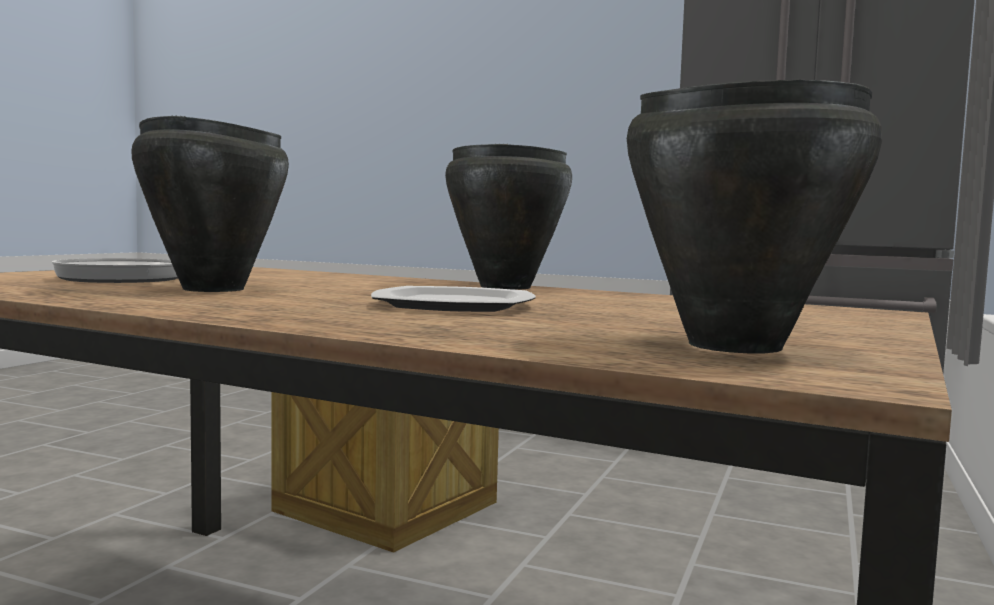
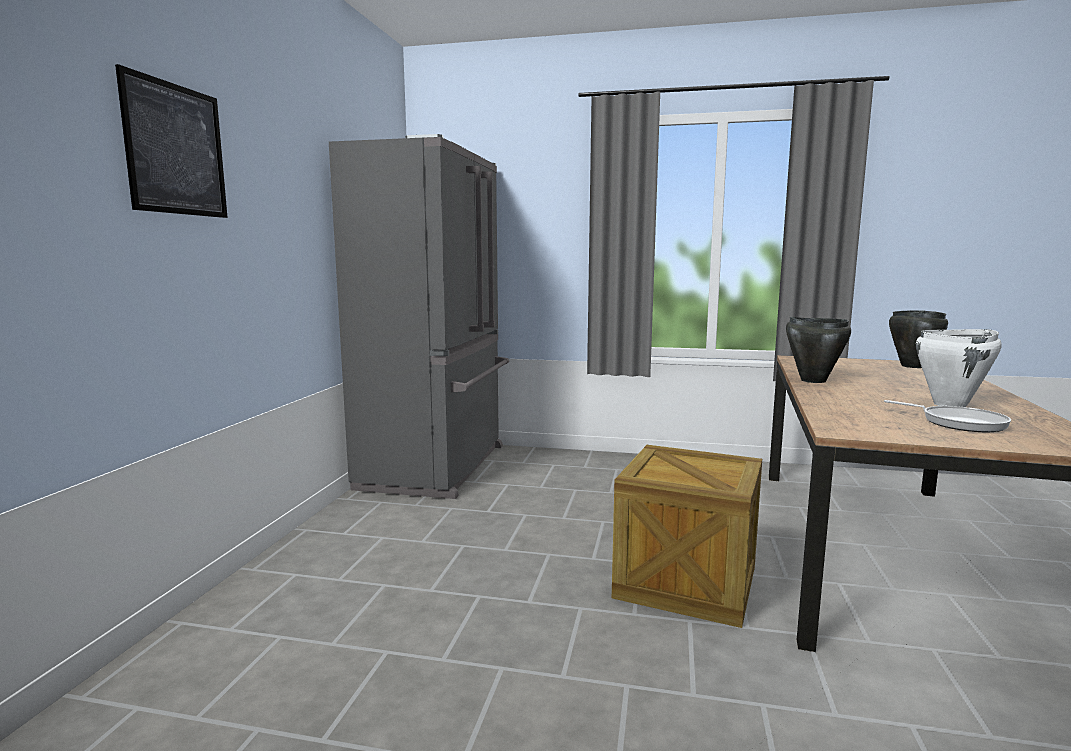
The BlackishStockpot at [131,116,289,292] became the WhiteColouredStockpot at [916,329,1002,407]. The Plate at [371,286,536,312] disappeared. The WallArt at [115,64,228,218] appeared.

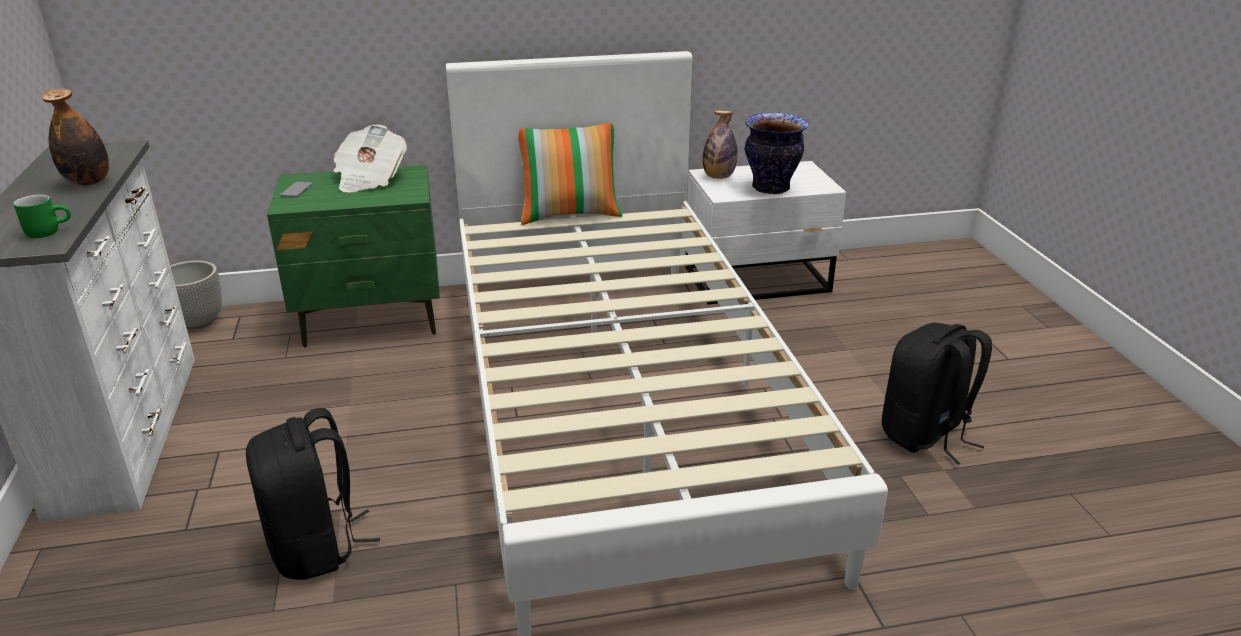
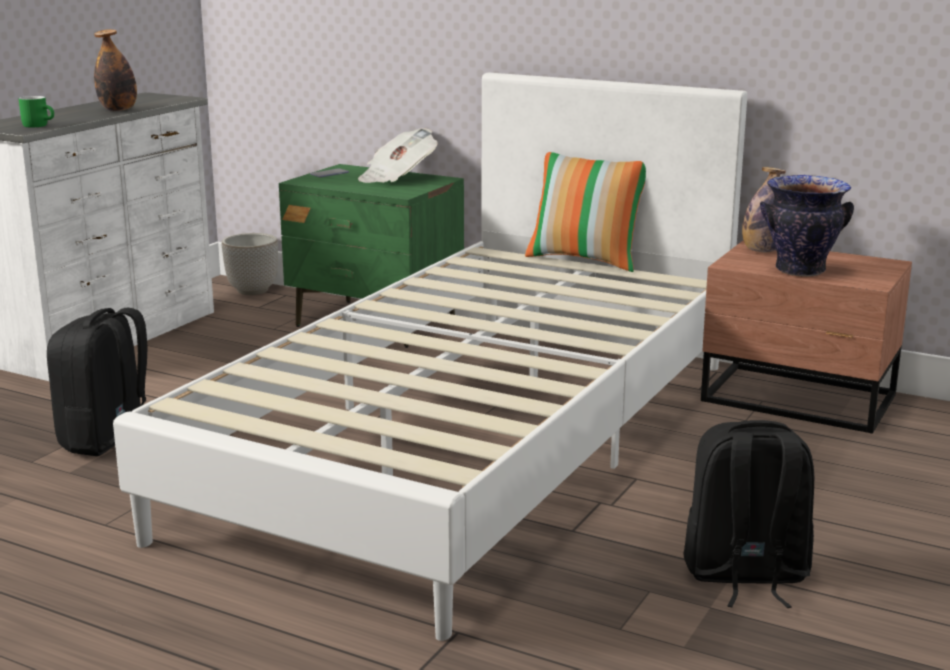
The WhiteColouredNightTable at [685,161,846,305] became the BrownNightTable at [701,240,912,434].

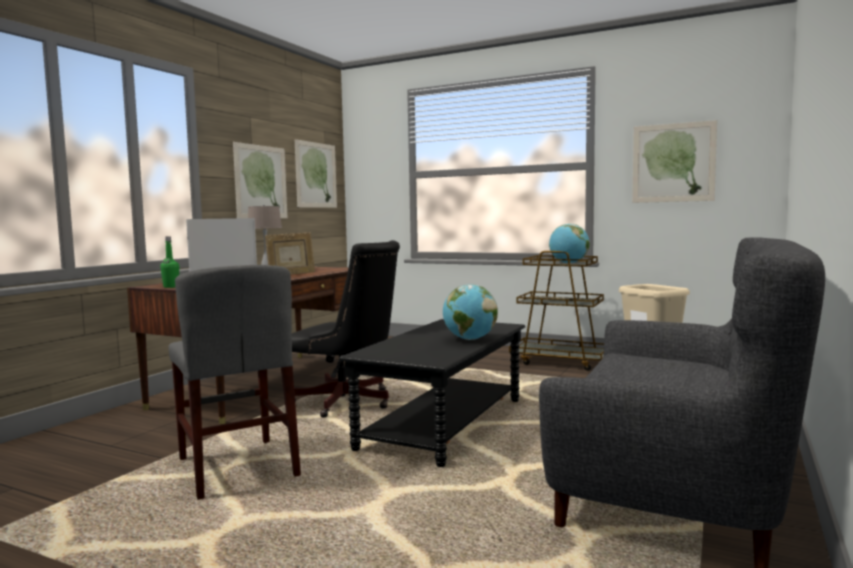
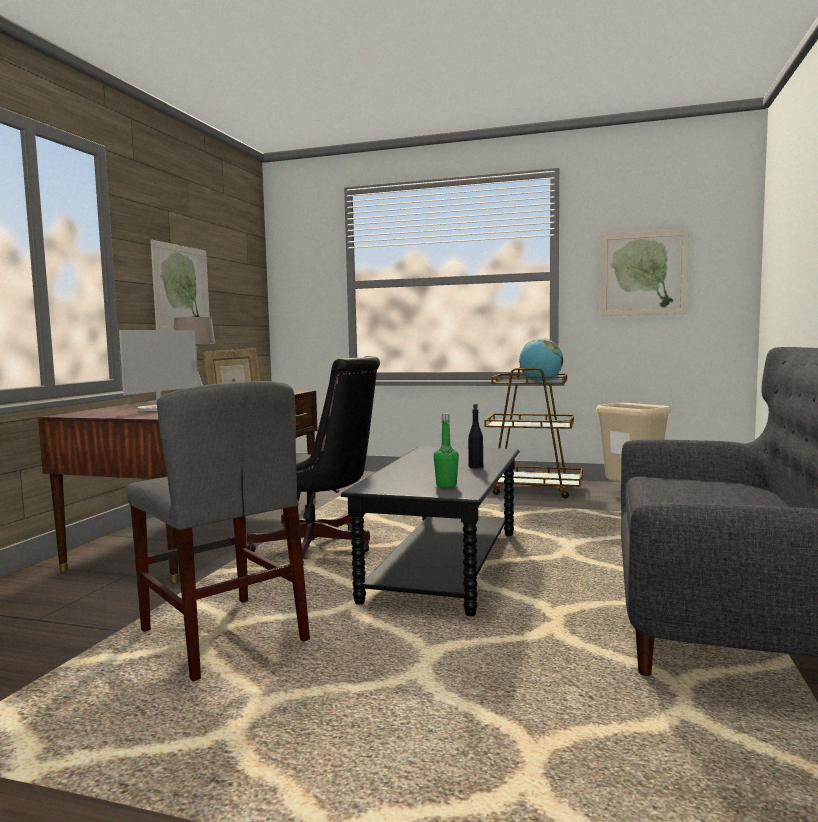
The WallArt at [295,139,337,208] disappeared. The GreenColouredDrinkBottle moved from [160,237,179,288] to [434,413,459,487]. The DeskGlobe at [443,284,498,340] was replaced by the BlackishDrinkBottle at [468,404,483,468].

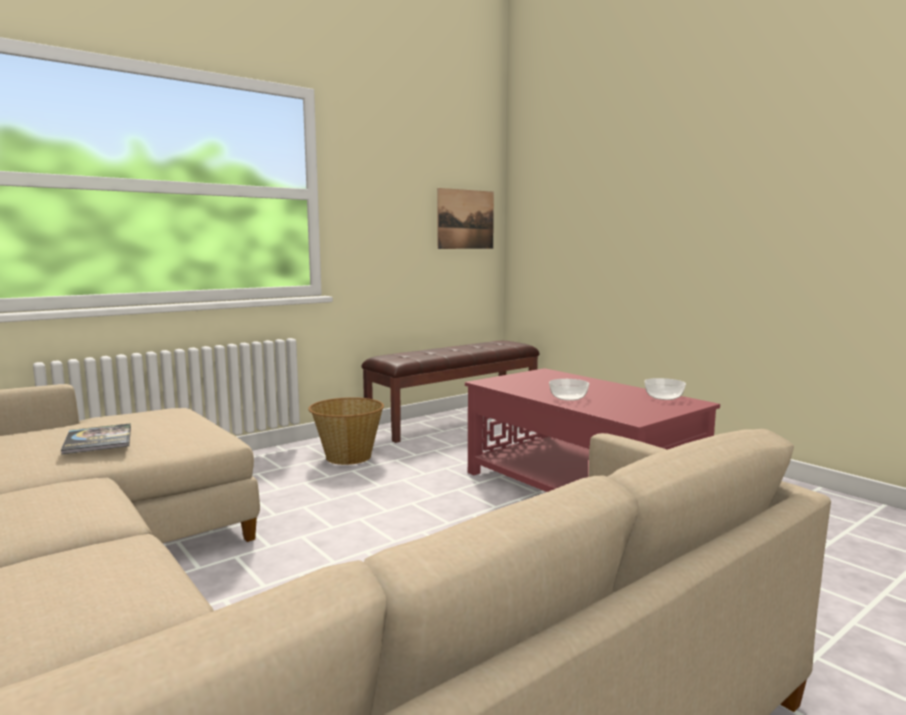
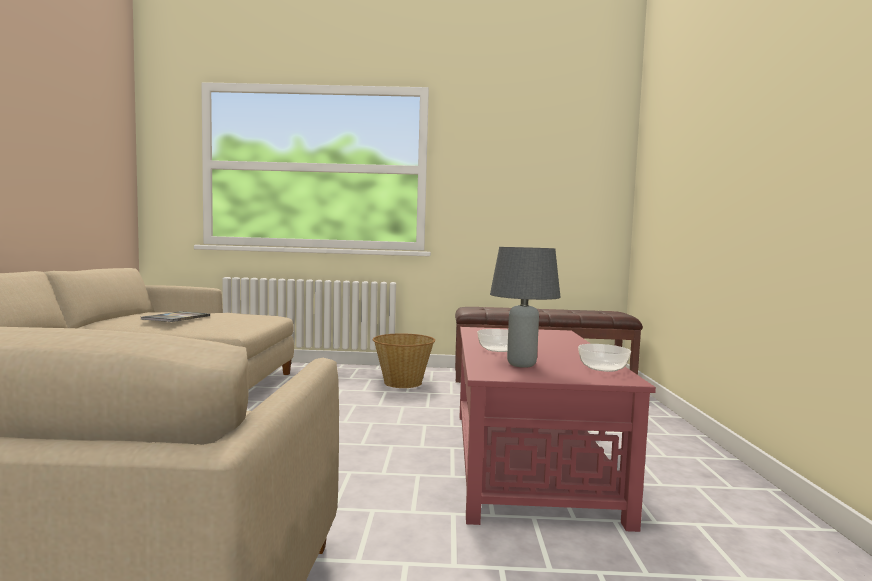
The WallArt at [437,188,494,249] disappeared. The GrayLampForATable at [490,247,561,368] appeared.

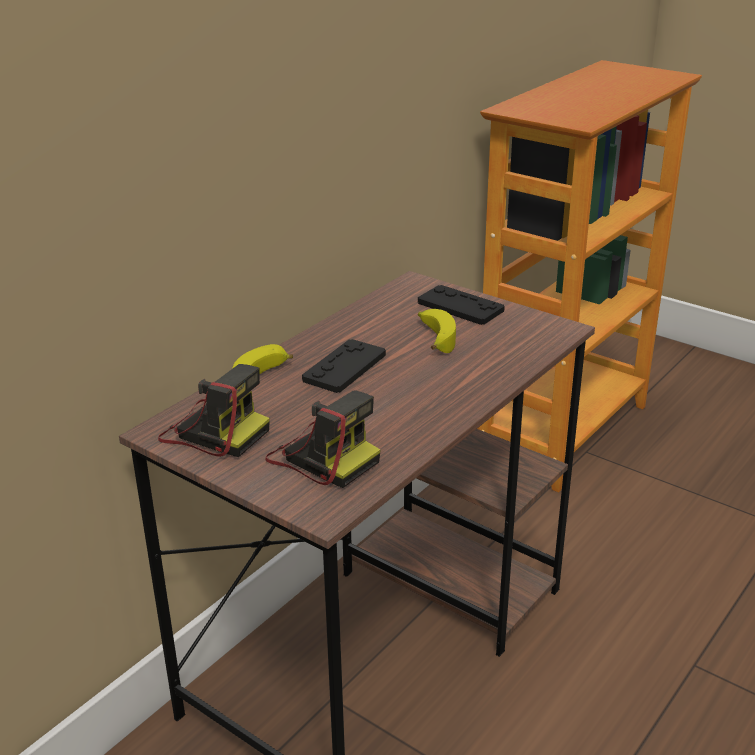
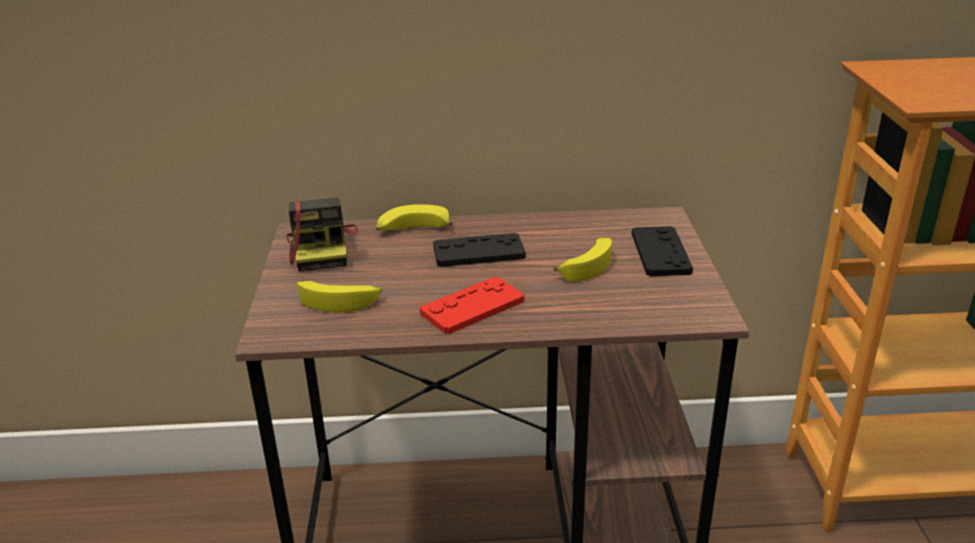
The PhotoCamera at [265,390,380,488] was replaced by the BananaFruit at [297,280,382,313]. The RedGamepad at [420,277,524,334] appeared.

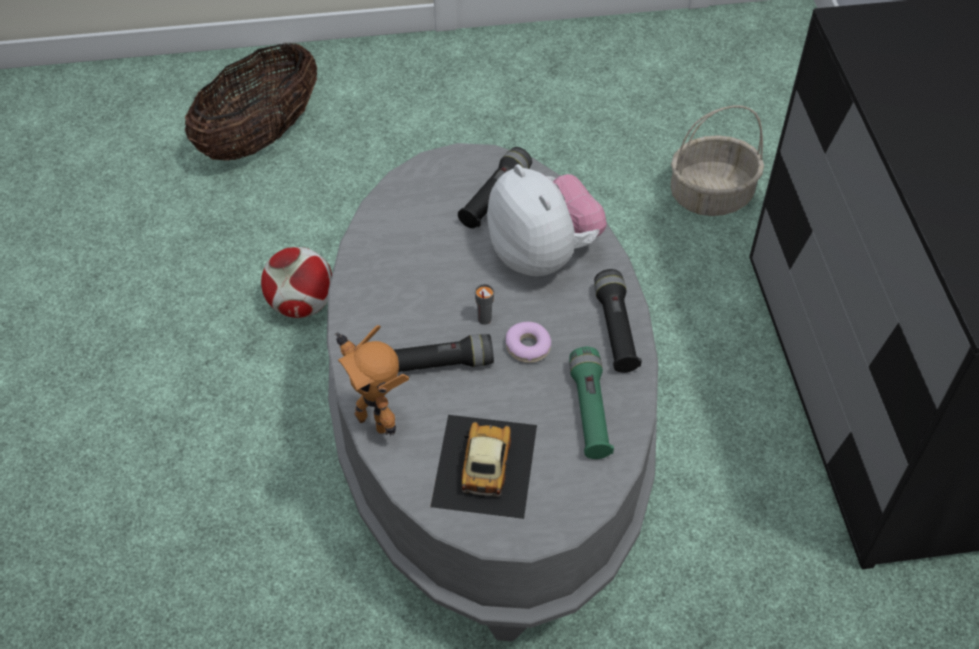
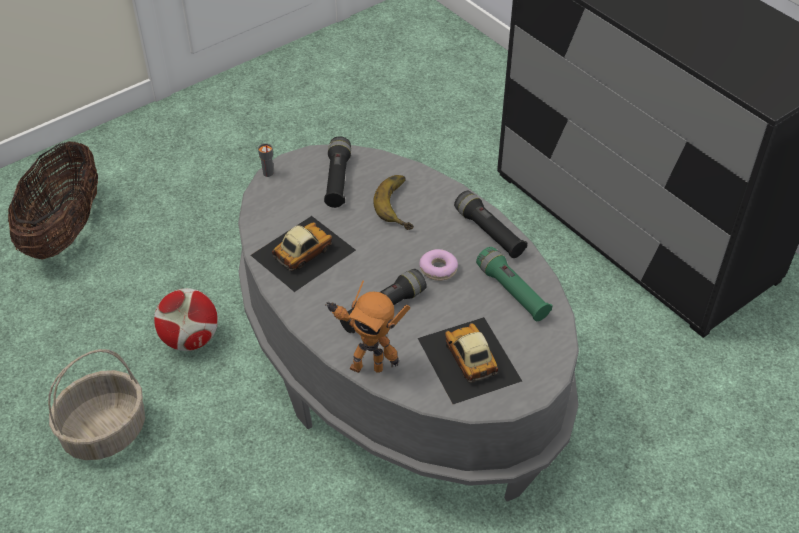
The StorageBasket moved from [671,105,764,216] to [48,349,145,460]. The SoftToy at [487,164,607,276] was replaced by the BananaFruit at [373,175,414,230]. The GrayDrinkingCup moved from [475,284,494,325] to [258,144,273,177]. The ToyCar at [251,216,356,292] appeared.

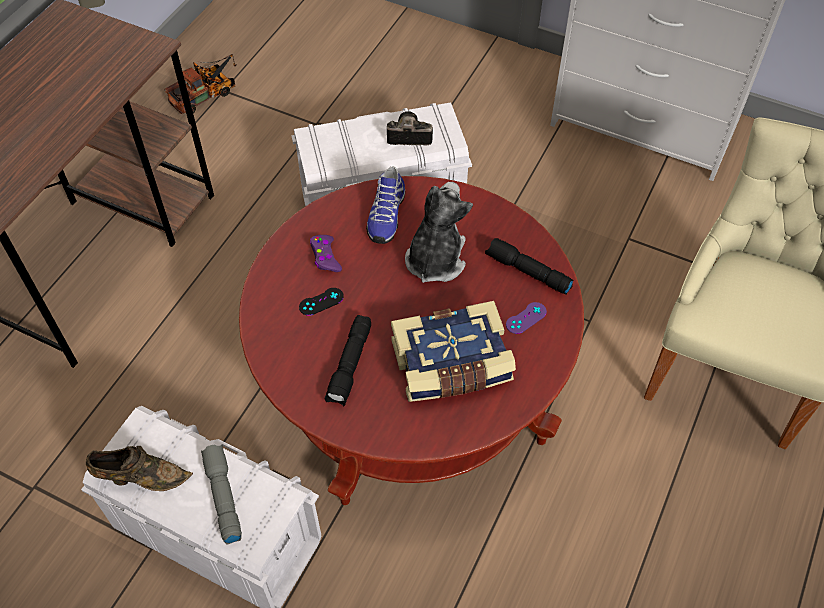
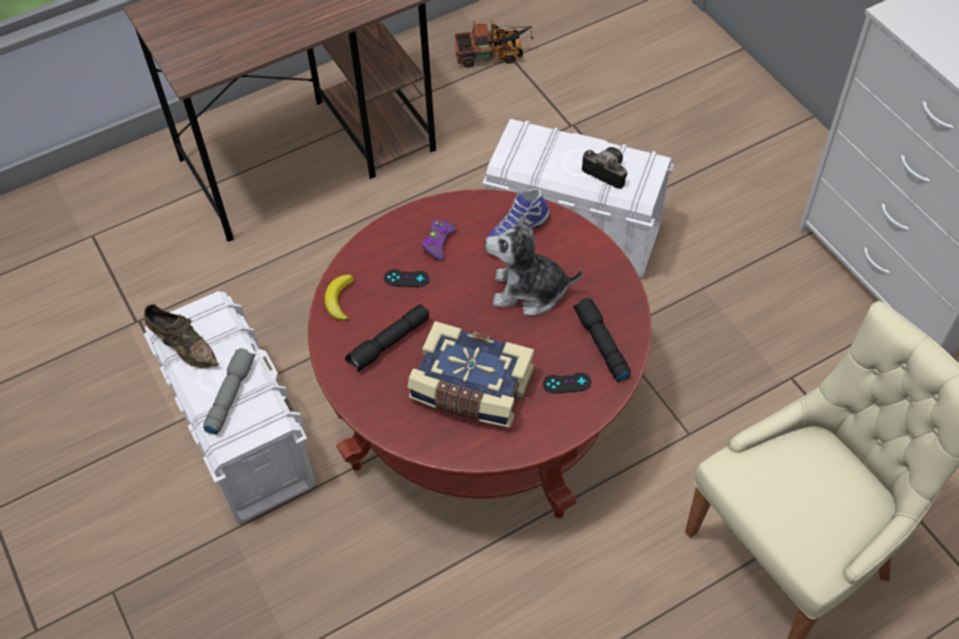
The SoftToy at [405,182,473,283] turned 135 degrees counterclockwise. The PurpleColouredGamepad at [506,302,547,334] became the BlackishGamepad at [543,372,591,394]. The BananaFruit at [324,274,354,321] appeared.

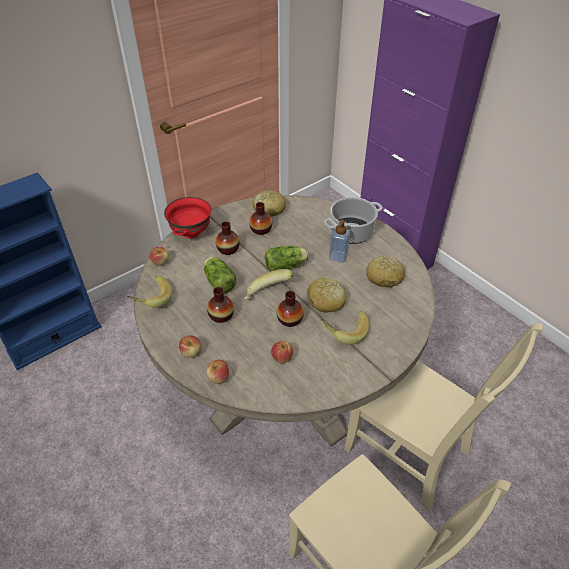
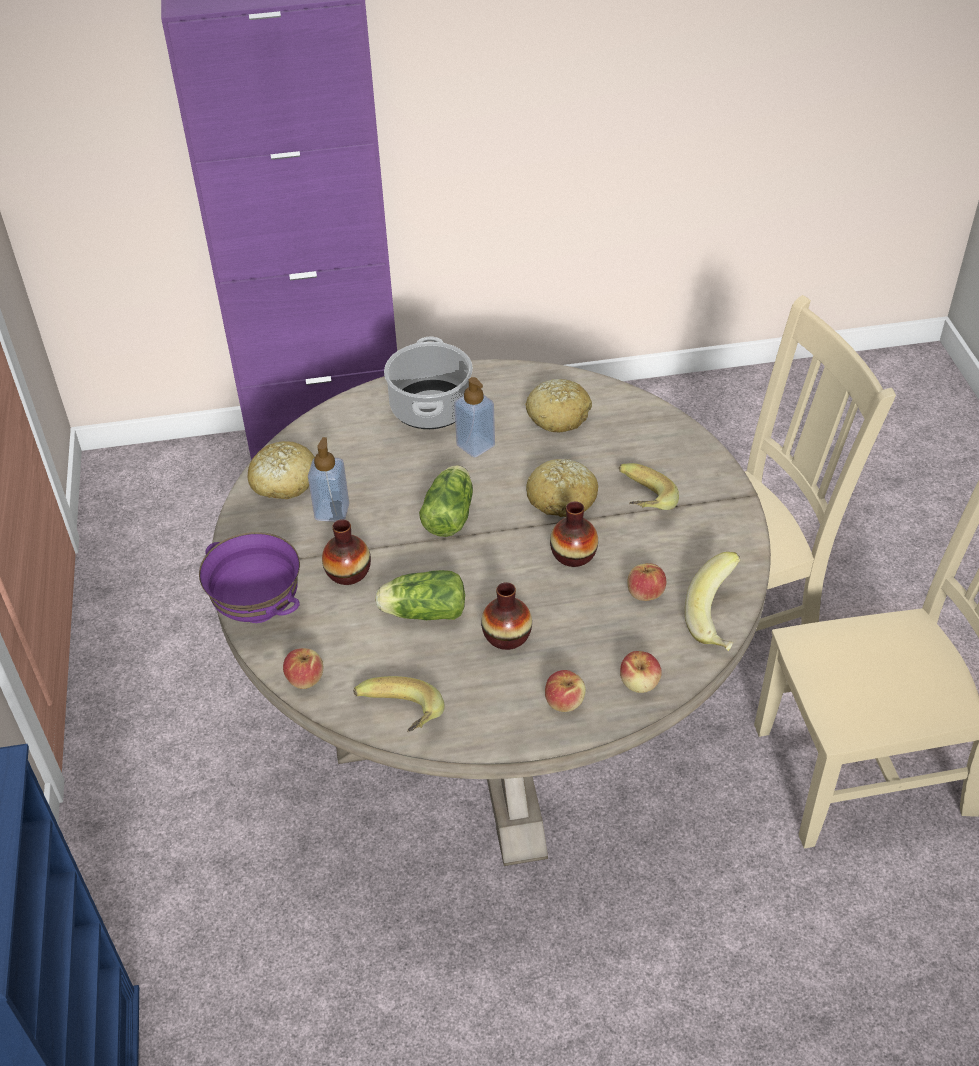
The RedServingBowl at [164,197,211,239] became the PurpleColouredServingBowl at [199,532,300,623]. The DecorativeVase at [249,202,272,235] was replaced by the LiquidSoapBottle at [308,437,349,522]. The BananaFruit moved from [244,269,293,299] to [685,552,741,651].

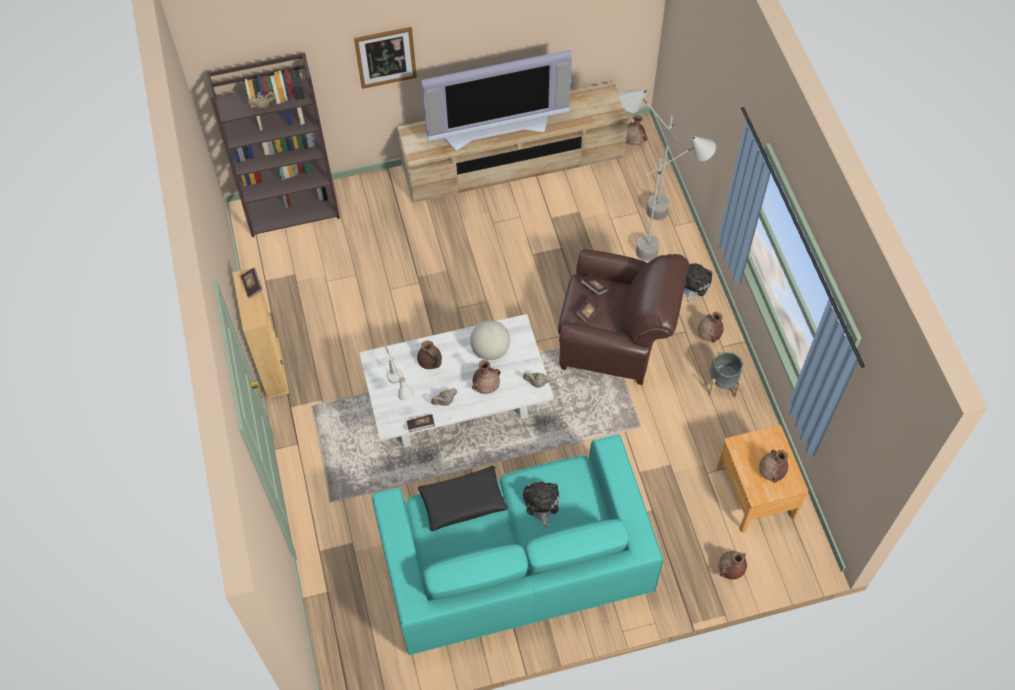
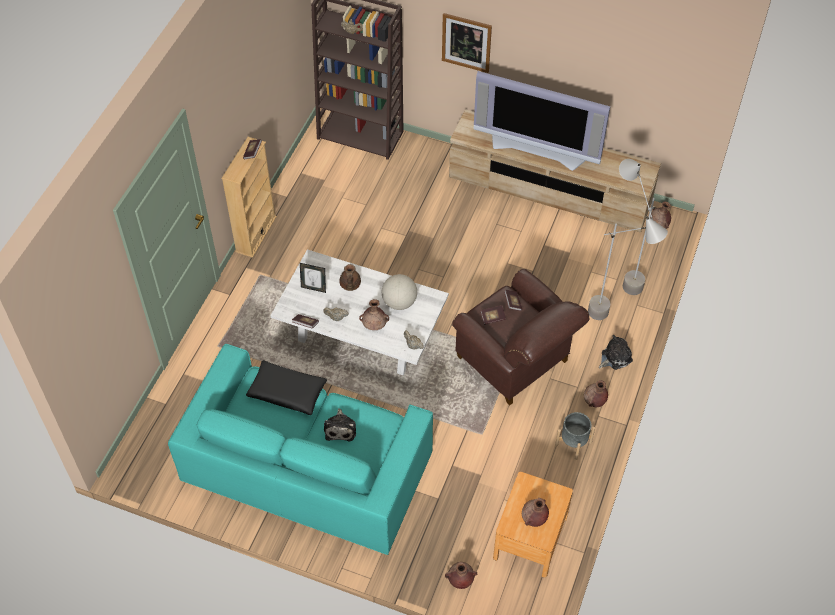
The WhiteColouredLampForATable at [385,347,414,400] was replaced by the StandingFrame at [300,263,326,293]. The SoftToy at [523,481,559,527] turned 150 degrees clockwise.

